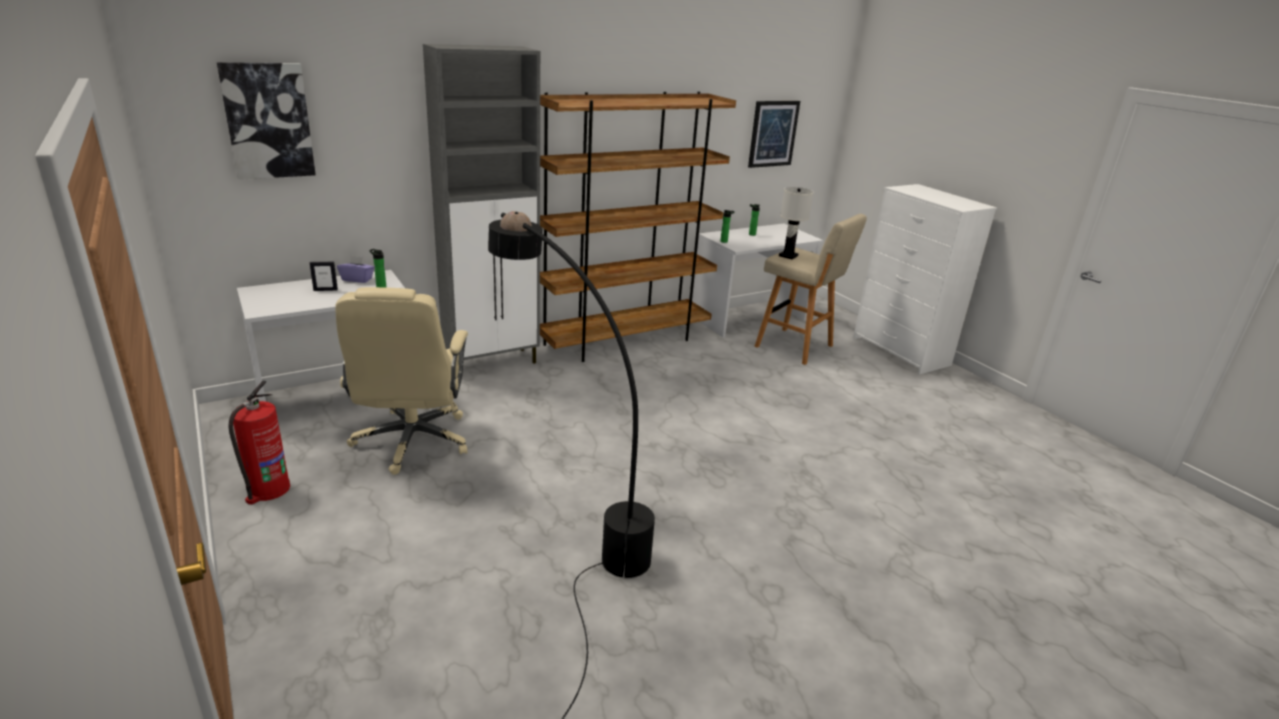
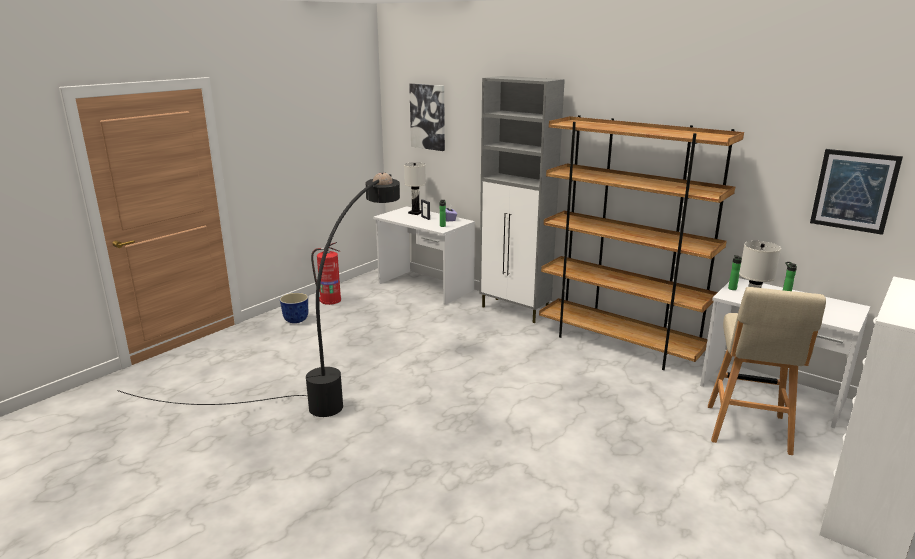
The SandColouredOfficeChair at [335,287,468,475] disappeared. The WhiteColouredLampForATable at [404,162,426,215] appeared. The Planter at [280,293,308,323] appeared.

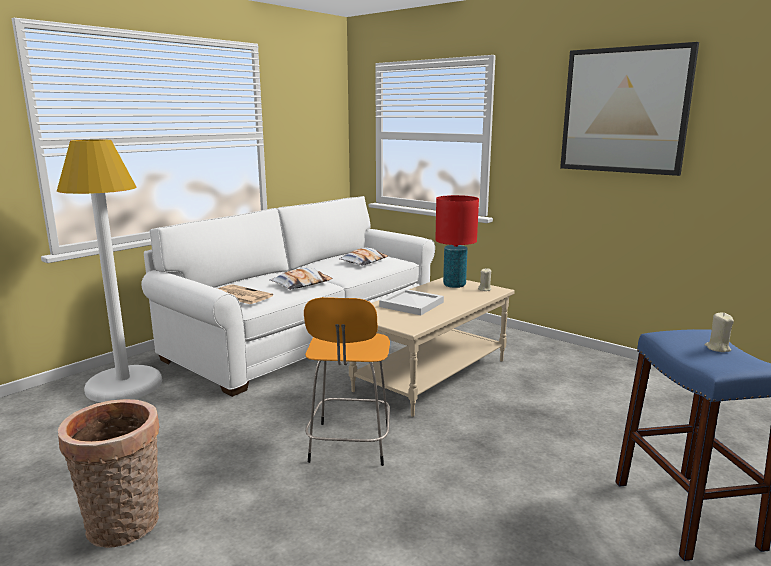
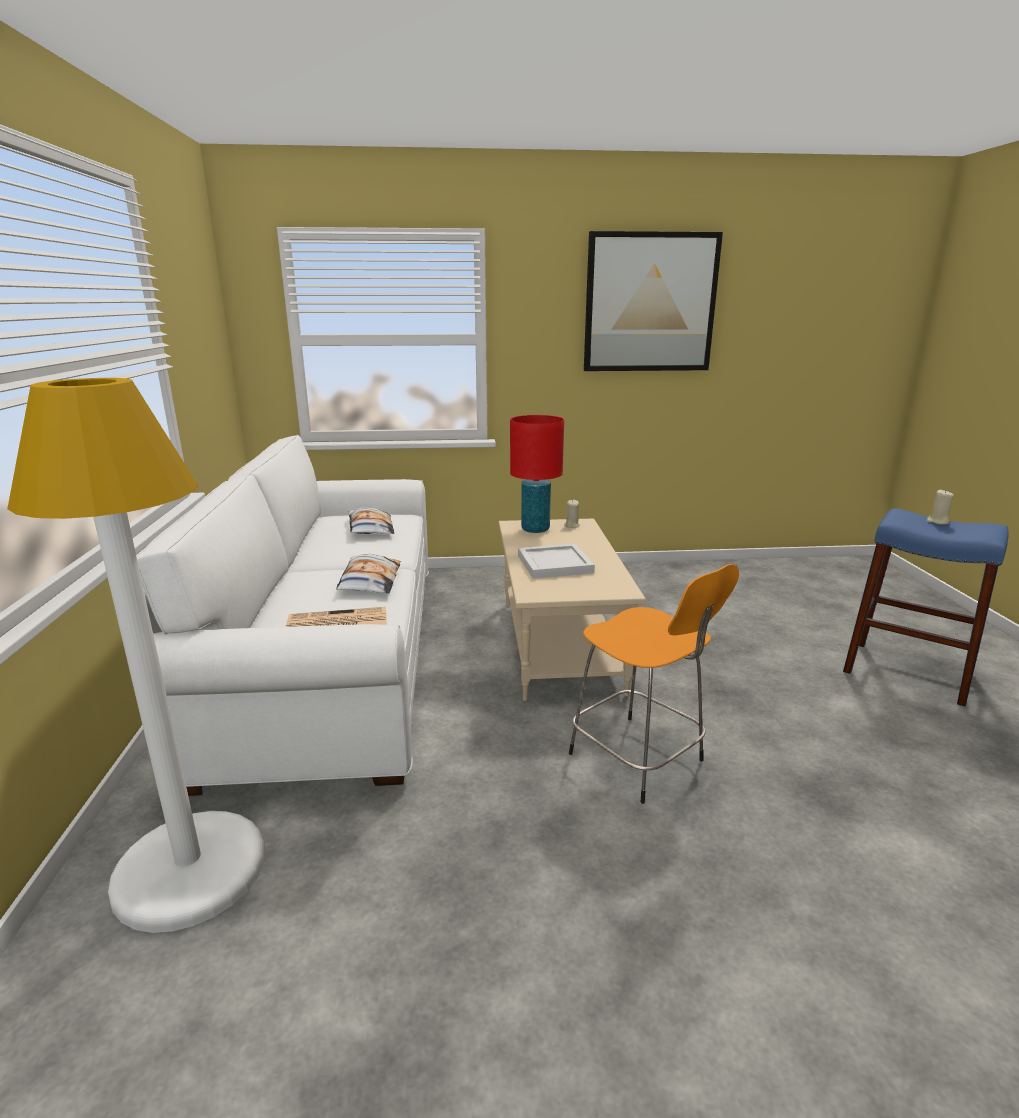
The StorageBasket at [58,399,159,548] disappeared.

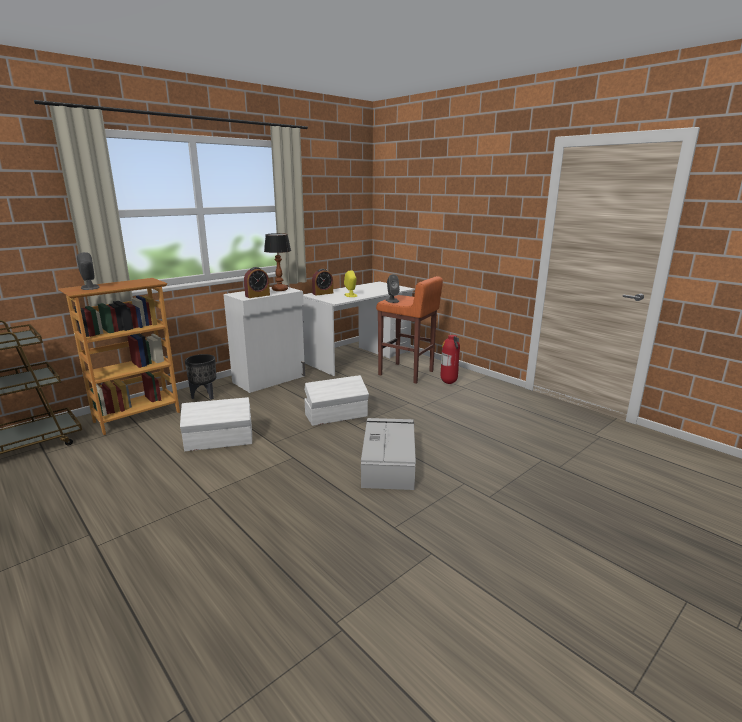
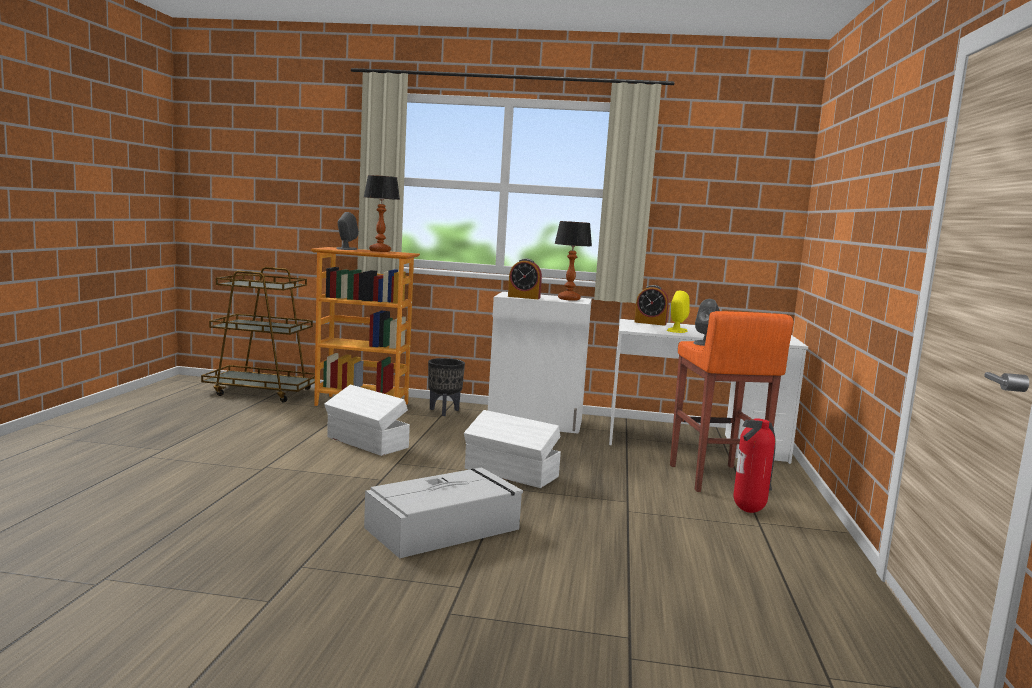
The LampForATable at [364,175,400,252] appeared.

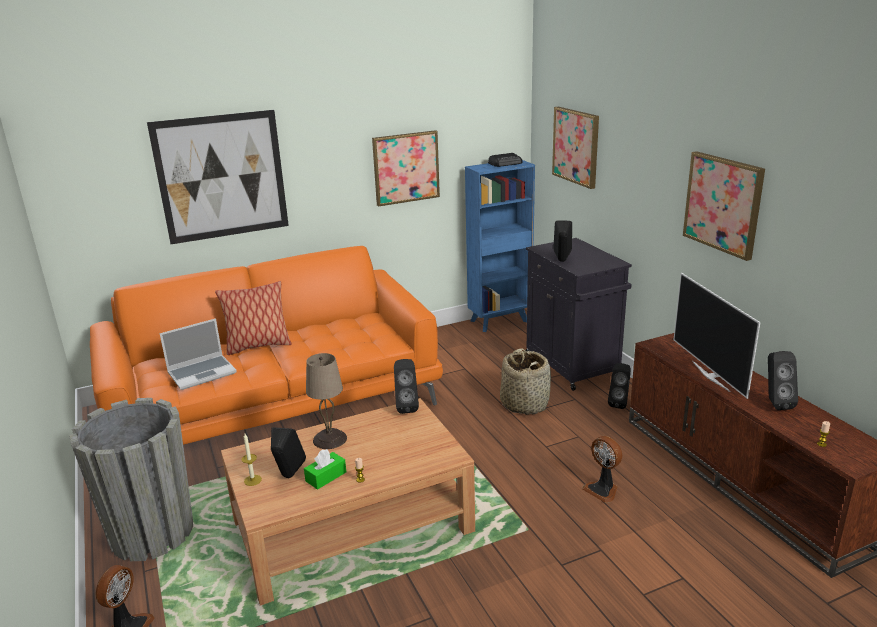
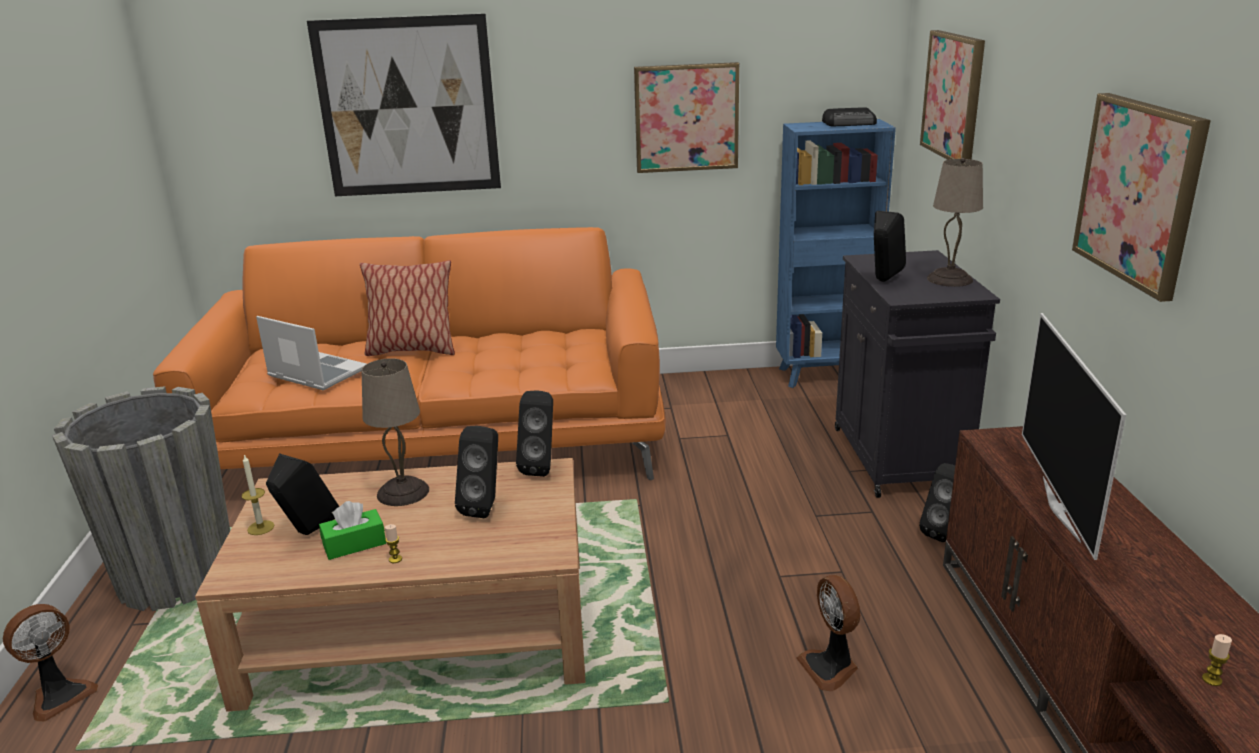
The Laptop at [159,318,237,390] turned 135 degrees counterclockwise. The StorageBasket at [500,349,551,415] disappeared. The BlackishAudioSpeaker moved from [768,351,798,410] to [455,426,498,518]. The SandColouredLampForATable at [927,158,983,287] appeared.

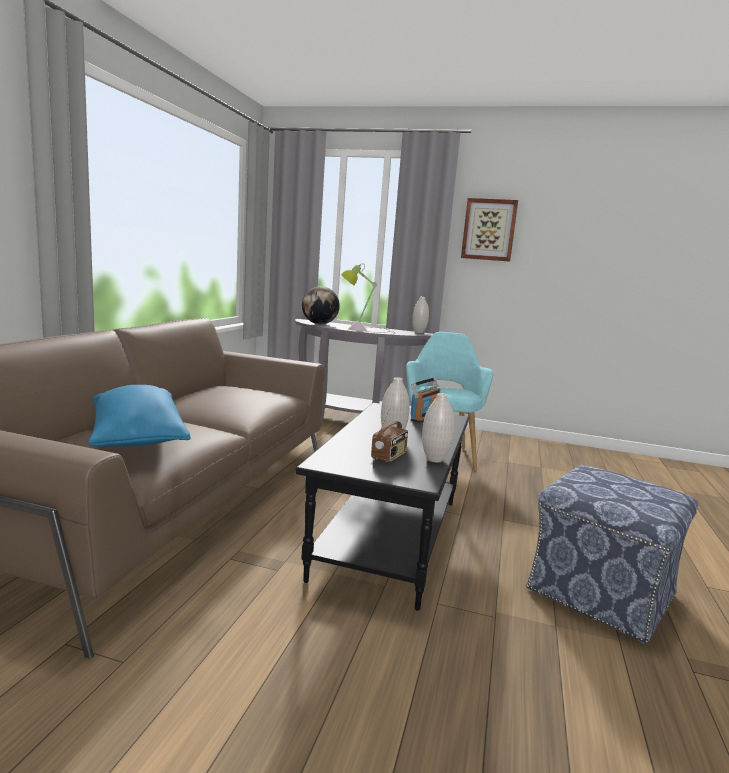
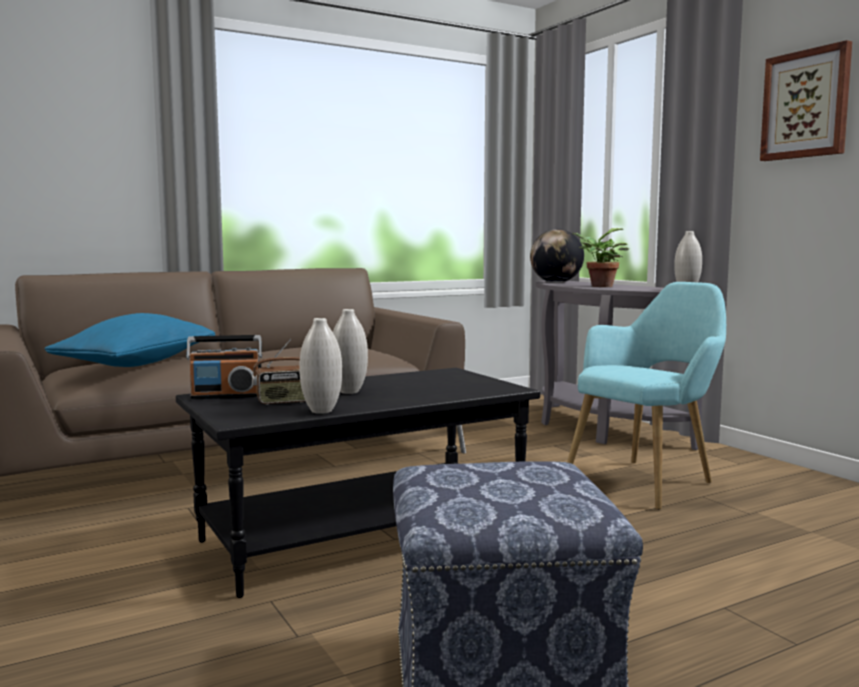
The LampForATable at [341,263,396,334] was replaced by the Houseplant at [571,228,629,287]. The Radio moved from [411,378,441,423] to [186,335,262,399].

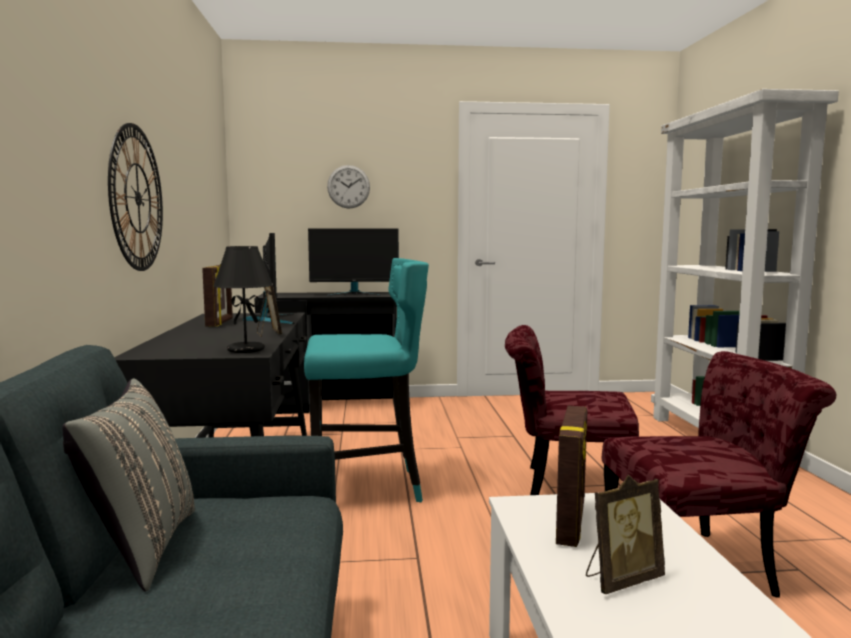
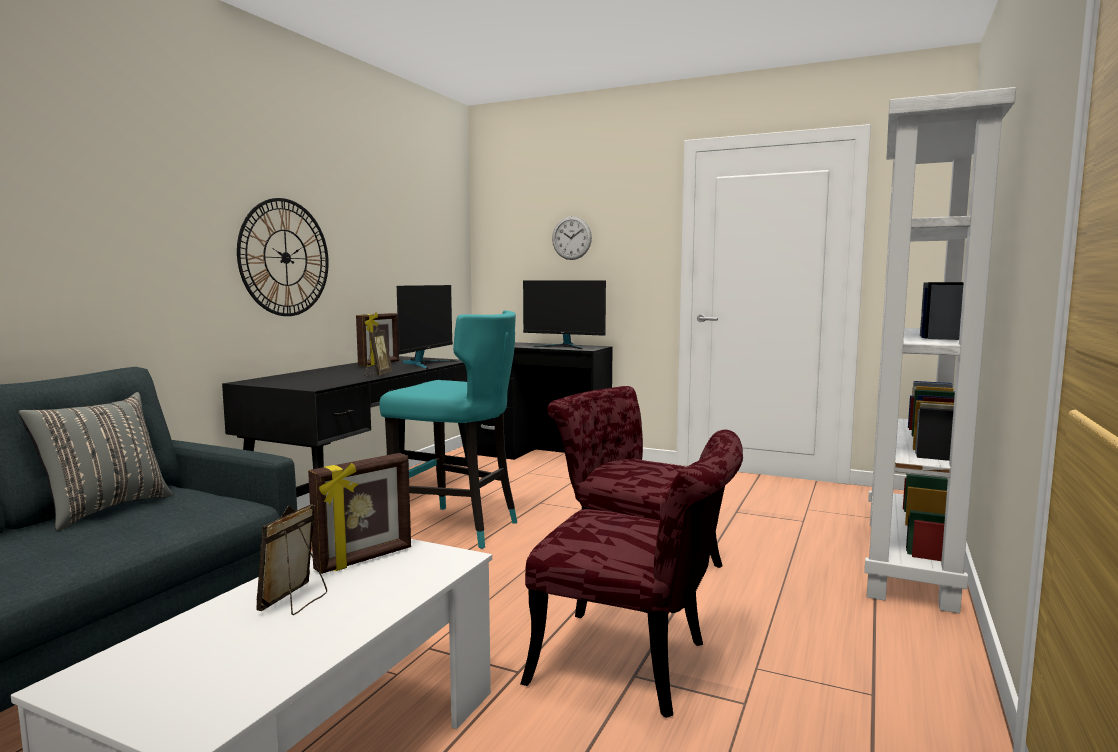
The BlackishLampForATable at [213,246,273,353] disappeared. The StandingFrame at [586,475,665,594] turned 105 degrees clockwise.

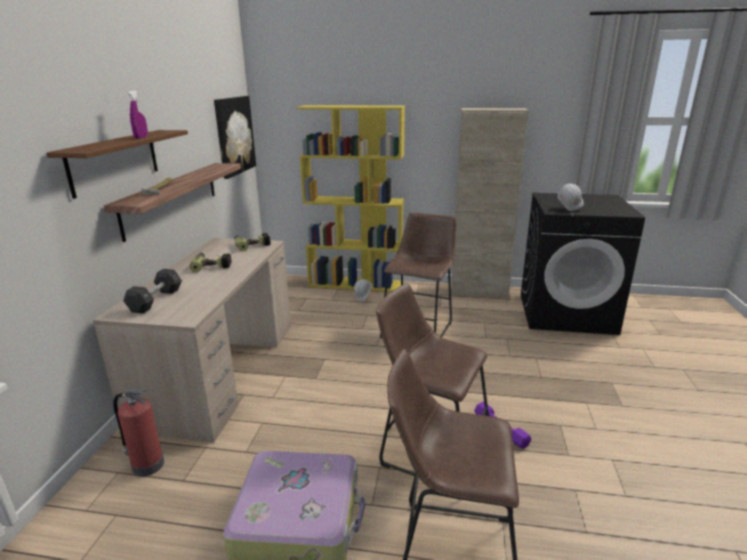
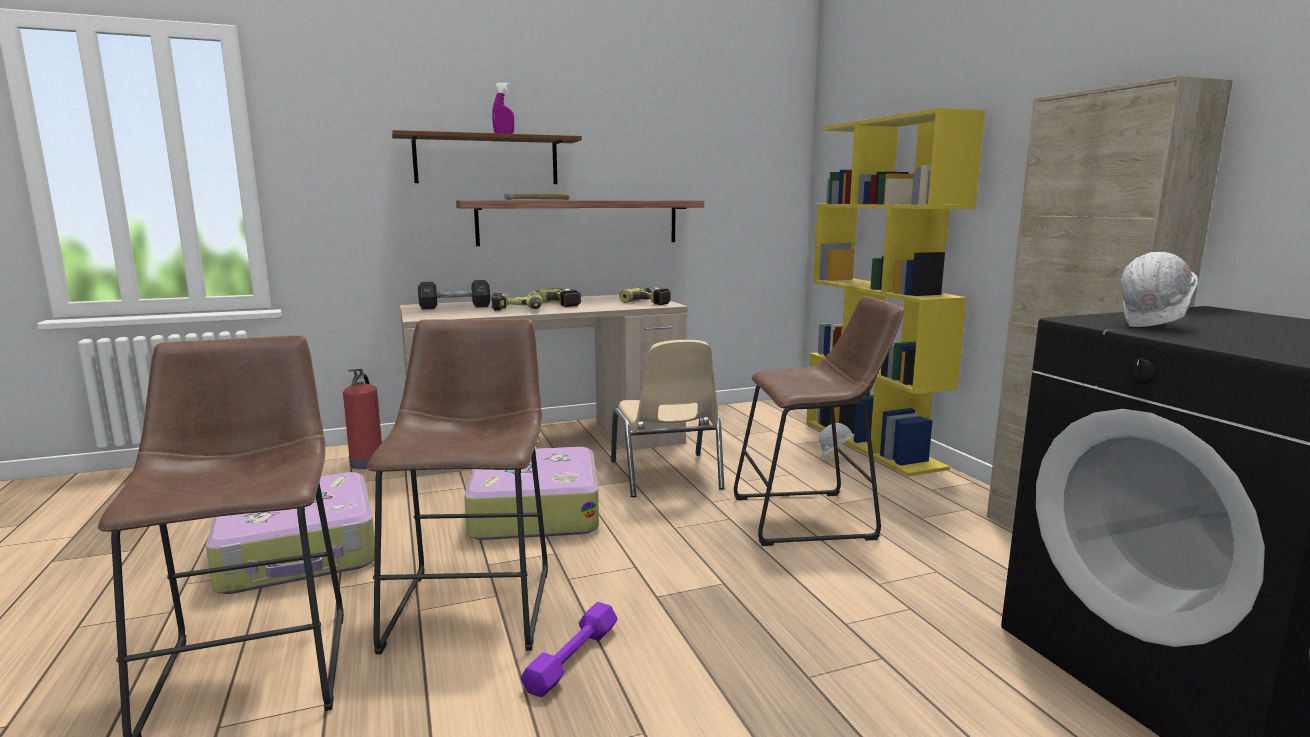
The WallArt at [214,96,256,179] disappeared. The ElectricDrill at [491,292,542,311] appeared. The SandColouredUprightChair at [611,340,724,497] appeared. The Suitcase at [464,447,599,540] appeared.

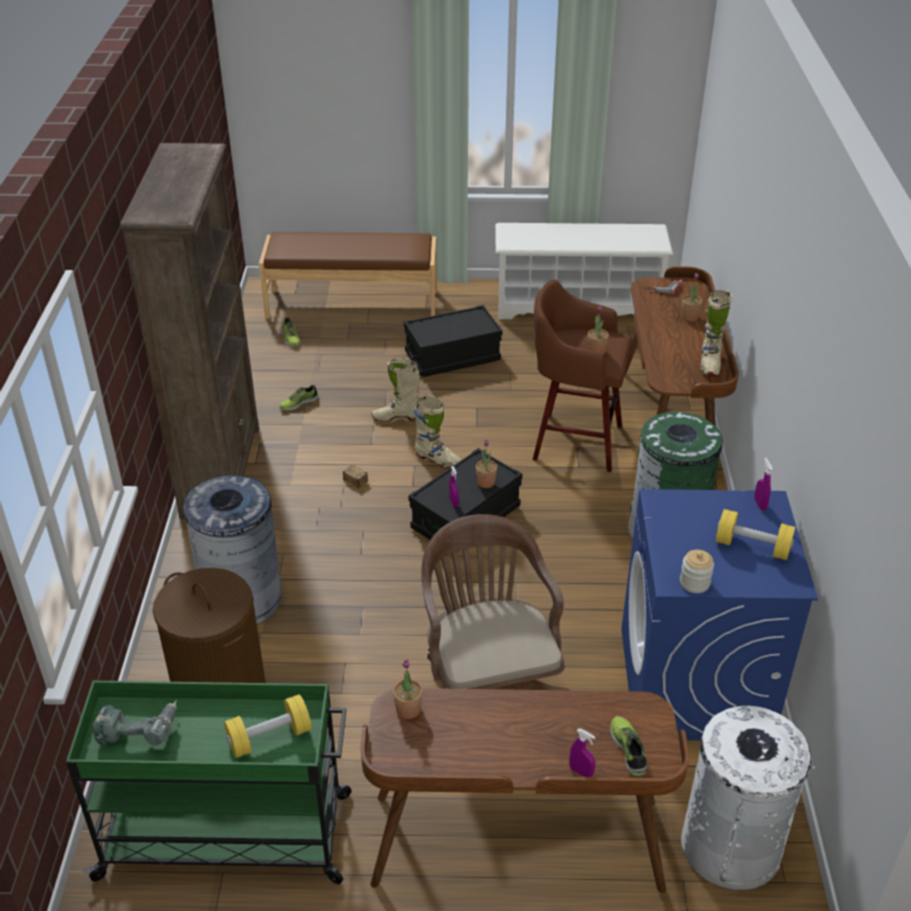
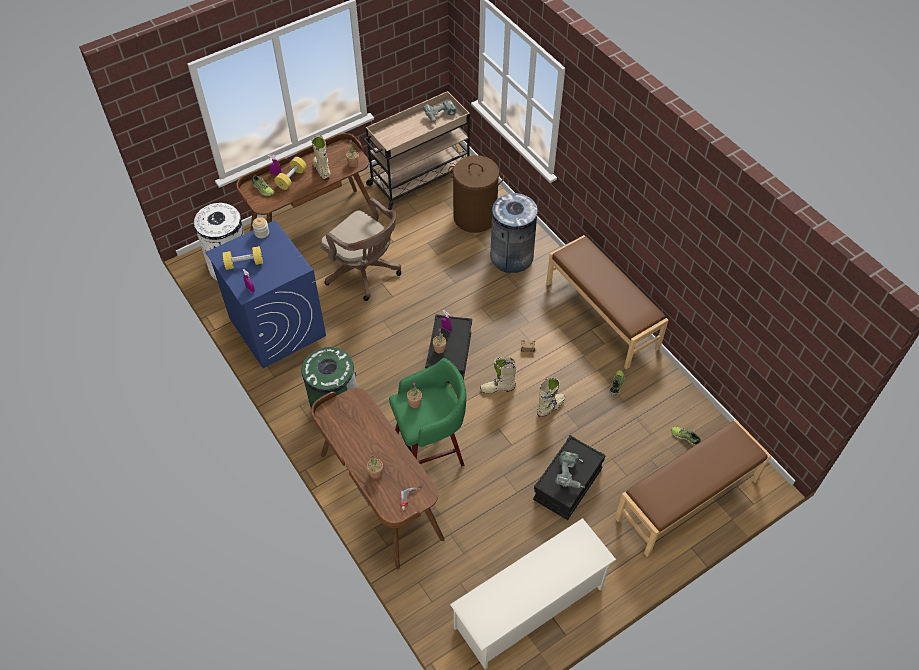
The BrownBookshelf at [120,143,259,519] was replaced by the BrownBench at [546,235,669,369]. The BrownStool at [533,280,632,472] became the GreenColouredStool at [389,358,466,466]. The SandColouredBoot moved from [700,290,732,377] to [312,135,330,180]. The GreenColouredCart at [66,681,352,884] became the SandColouredCart at [364,91,470,210]. The YellowColouredDumbbell moved from [224,694,312,758] to [275,157,307,190]. The ElectricDrill at [555,451,585,488] appeared.

